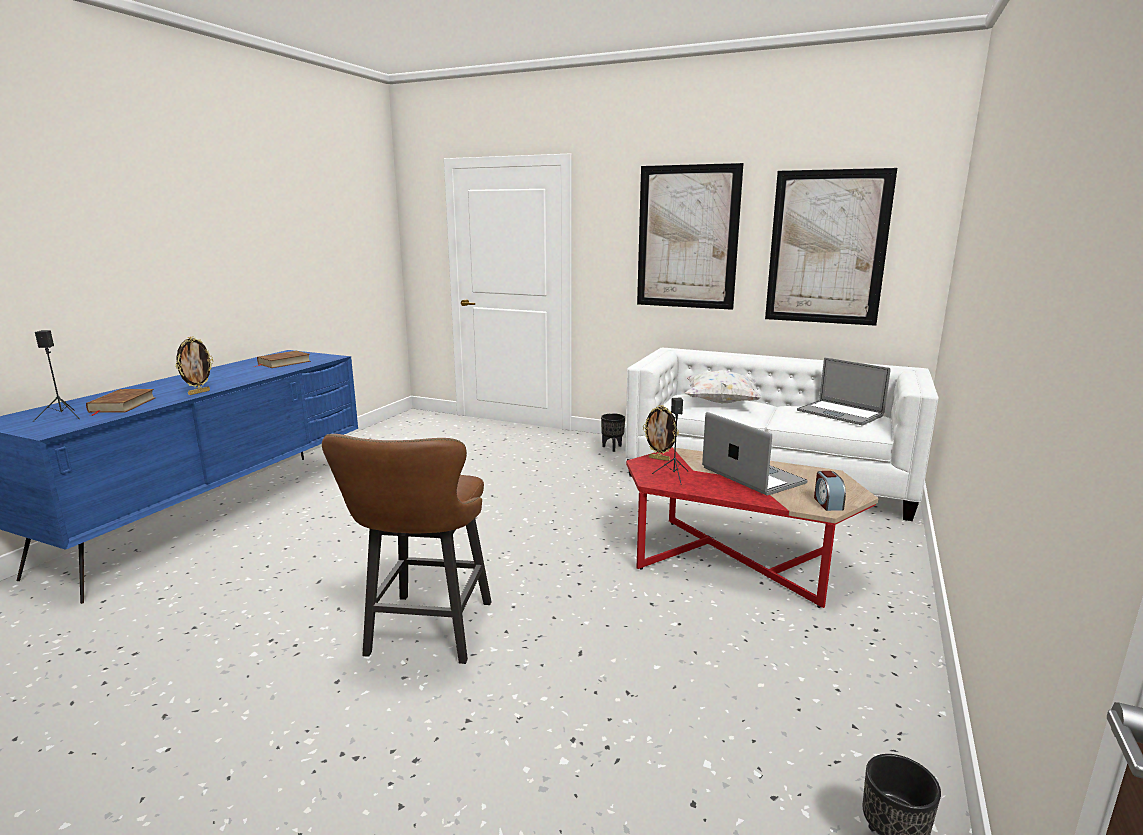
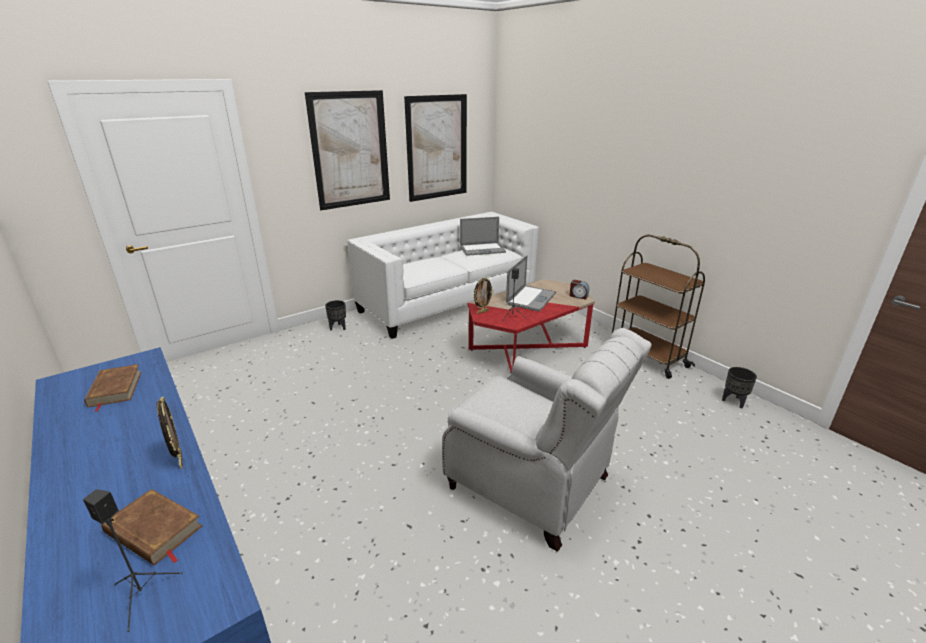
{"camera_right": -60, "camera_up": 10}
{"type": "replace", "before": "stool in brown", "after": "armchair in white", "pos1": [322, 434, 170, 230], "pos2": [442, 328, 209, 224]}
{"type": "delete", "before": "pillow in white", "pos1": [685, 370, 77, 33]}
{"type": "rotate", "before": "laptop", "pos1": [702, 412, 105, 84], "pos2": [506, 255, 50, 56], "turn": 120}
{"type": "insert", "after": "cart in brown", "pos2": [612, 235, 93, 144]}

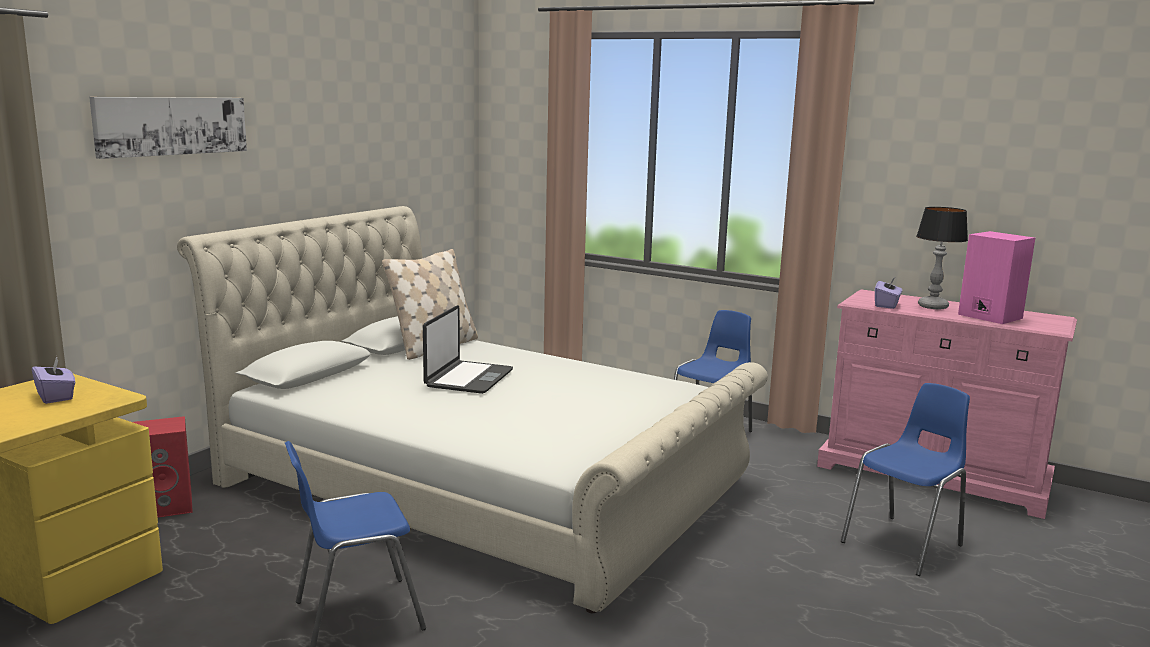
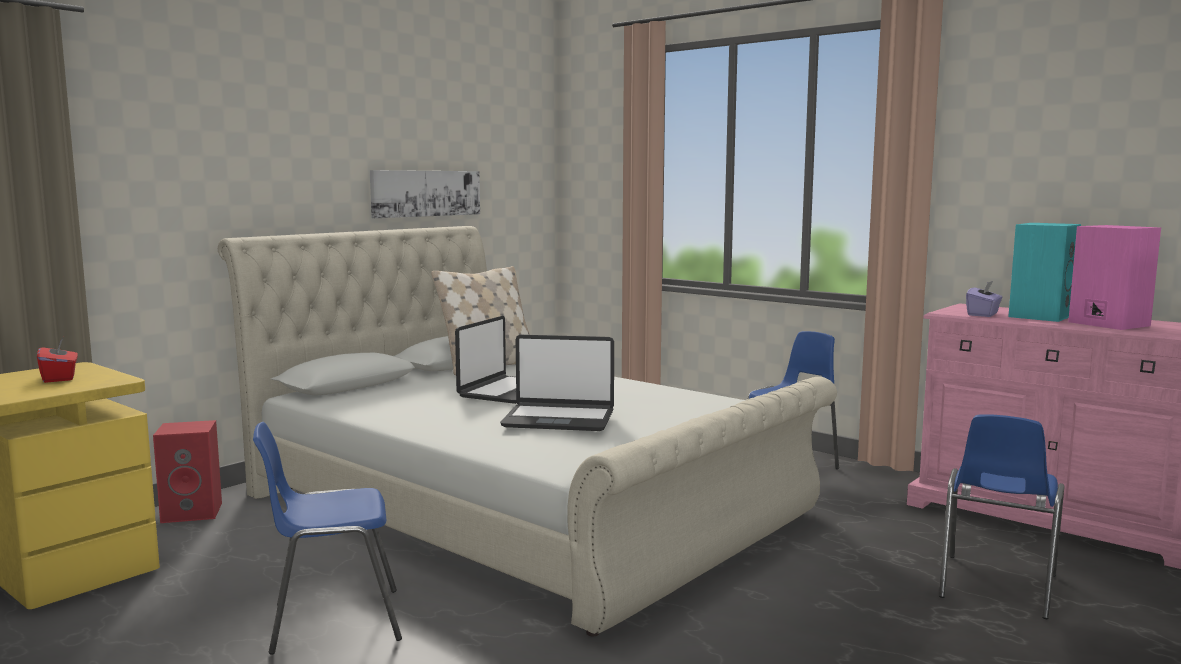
{"camera_right": 10, "camera_up": -5}
{"type": "recolor", "before": "tissue box in purple", "after": "tissue box in red", "pos1": [32, 356, 43, 48], "pos2": [37, 337, 41, 46]}
{"type": "move", "before": "picture", "pos1": [89, 97, 158, 62], "pos2": [370, 170, 110, 48]}
{"type": "rotate", "before": "chair in blue", "pos1": [841, 383, 129, 193], "pos2": [939, 414, 126, 205], "turn": 150}
{"type": "replace", "before": "table lamp", "after": "speaker in turquoise", "pos1": [916, 207, 52, 102], "pos2": [1008, 223, 73, 99]}
{"type": "insert", "after": "laptop", "pos2": [500, 335, 114, 96]}

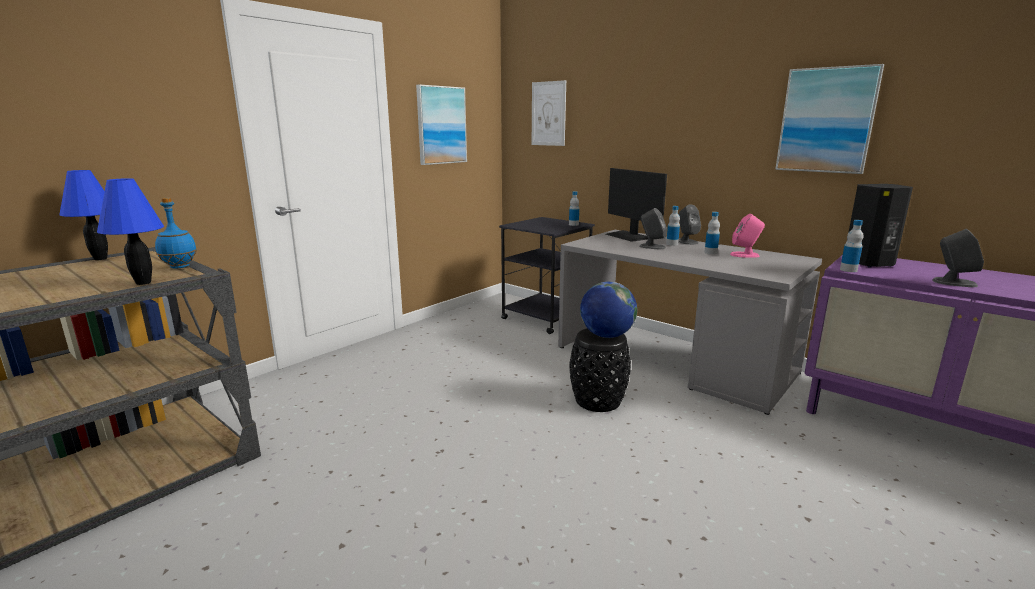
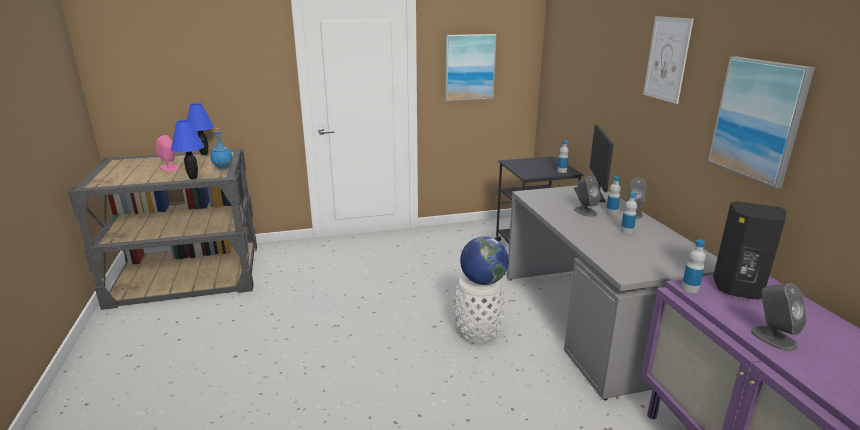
{"camera_right": 35, "camera_up": 5}
{"type": "move", "before": "picture", "pos1": [532, 80, 34, 66], "pos2": [643, 16, 50, 88]}
{"type": "recolor", "before": "stool in black", "after": "stool in white", "pos1": [569, 328, 62, 84], "pos2": [453, 274, 52, 70]}
{"type": "move", "before": "speaker in pink", "pos1": [730, 214, 35, 44], "pos2": [156, 135, 24, 37]}

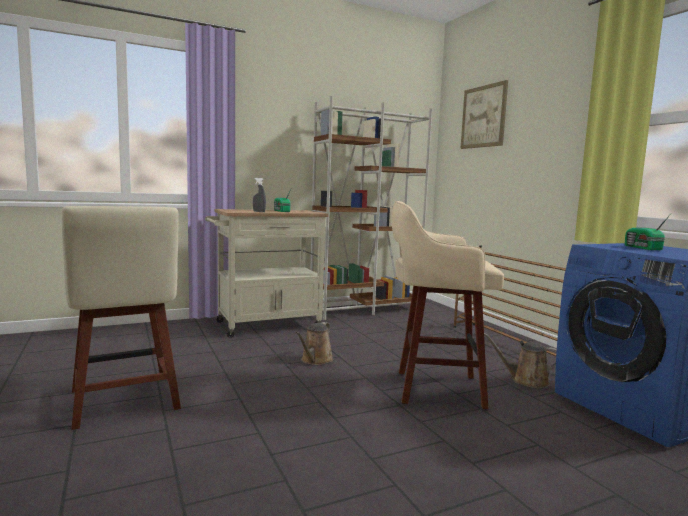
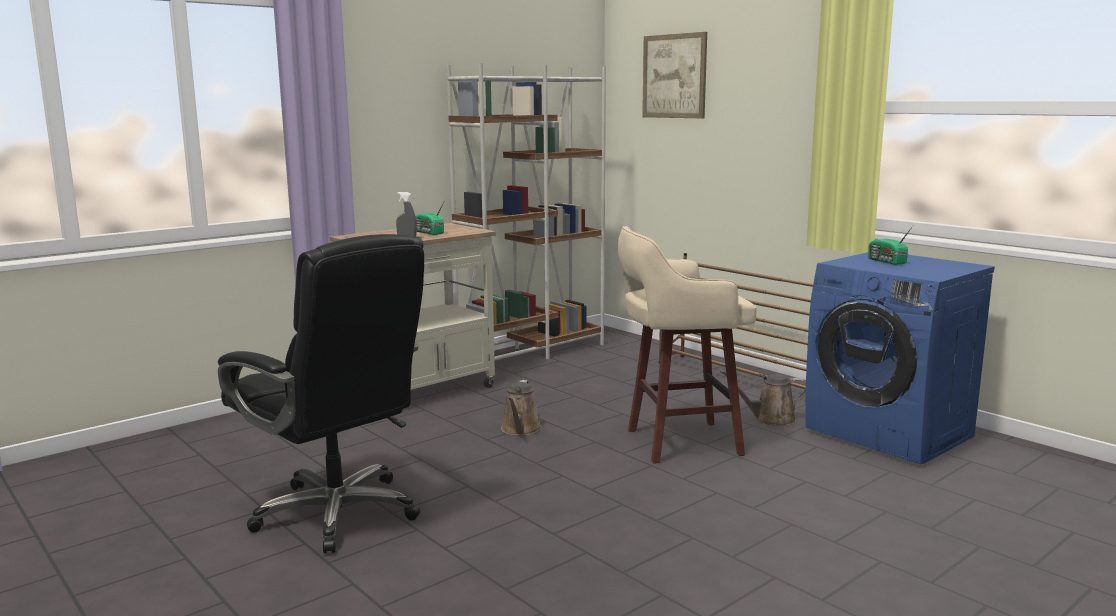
{"camera_right": -15, "camera_up": 5}
{"type": "replace", "before": "stool in beige", "after": "office chair in black", "pos1": [61, 206, 120, 224], "pos2": [218, 234, 206, 319]}

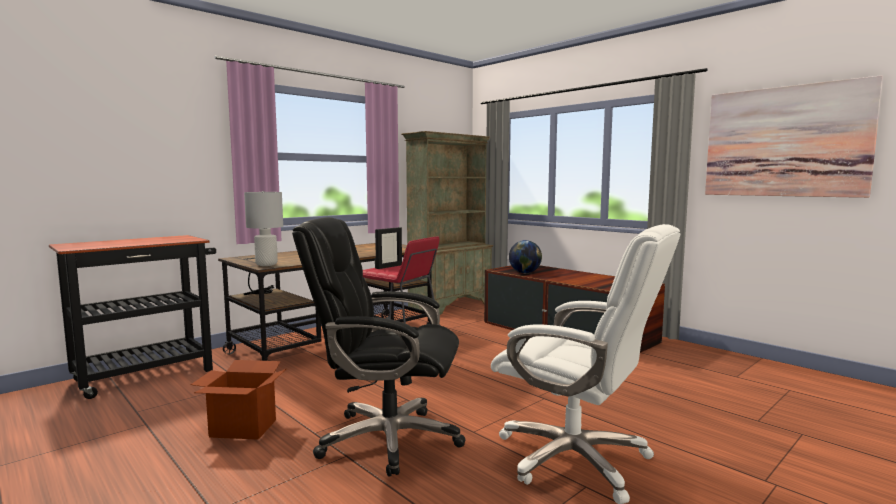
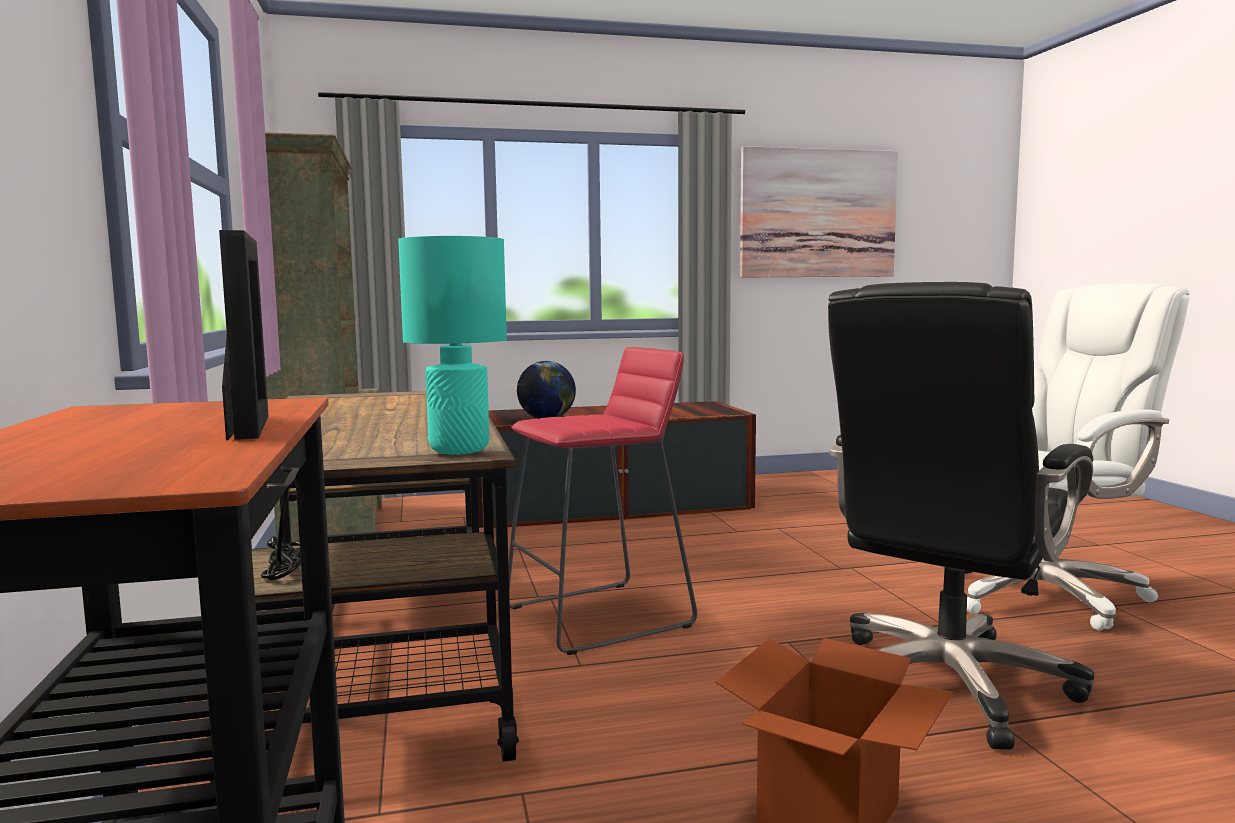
{"camera_right": -60, "camera_up": 0}
{"type": "recolor", "before": "table lamp in grey", "after": "table lamp in turquoise", "pos1": [244, 191, 39, 75], "pos2": [398, 236, 109, 219]}
{"type": "move", "before": "picture frame", "pos1": [375, 227, 27, 42], "pos2": [219, 230, 49, 210]}

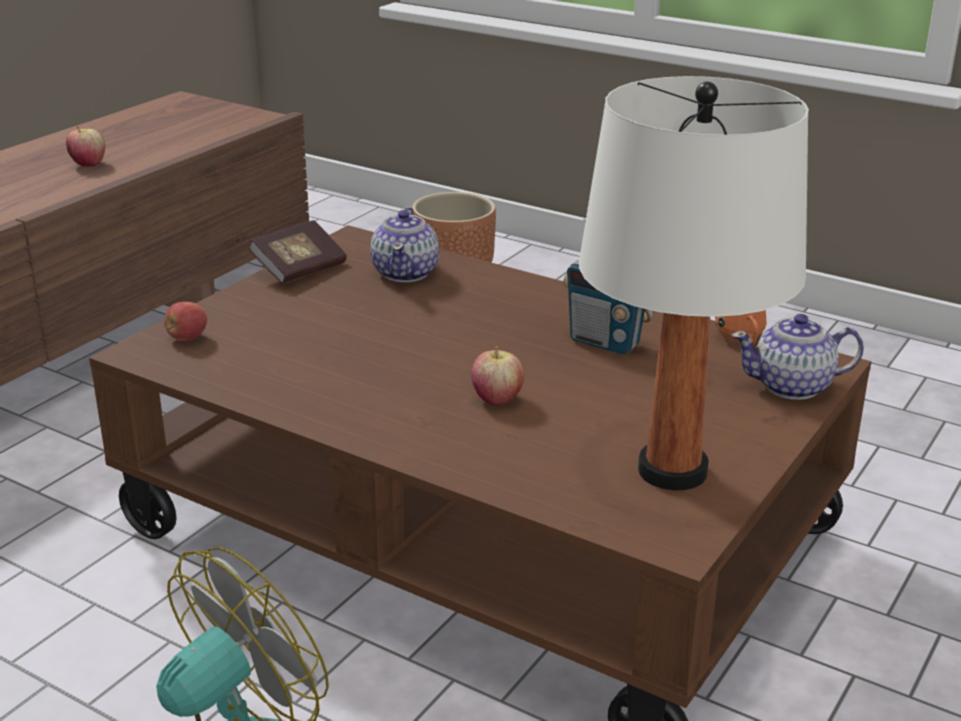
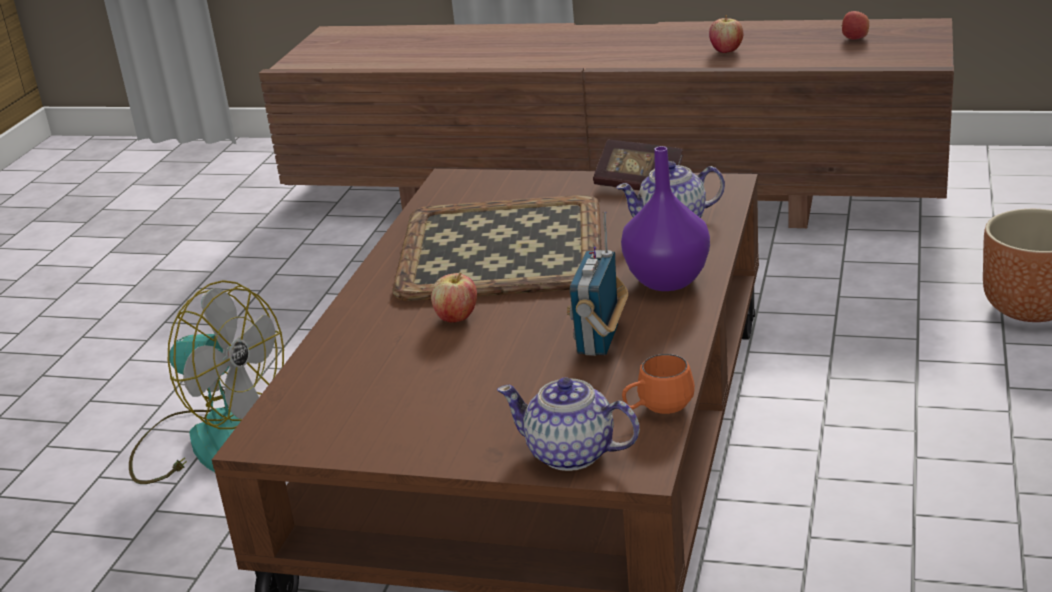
{"camera_right": 75, "camera_up": 0}
{"type": "move", "before": "apple", "pos1": [164, 302, 43, 39], "pos2": [842, 11, 27, 28]}
{"type": "delete", "before": "table lamp in white", "pos1": [579, 76, 230, 414]}
{"type": "rotate", "before": "teapot", "pos1": [731, 314, 133, 86], "pos2": [497, 377, 143, 94], "turn": -45}
{"type": "insert", "after": "tray", "pos2": [392, 195, 210, 106]}
{"type": "insert", "after": "vase in purple", "pos2": [621, 146, 89, 145]}

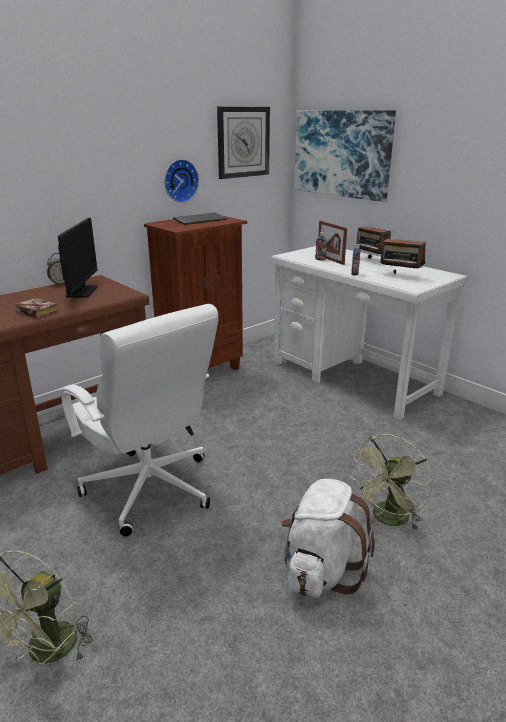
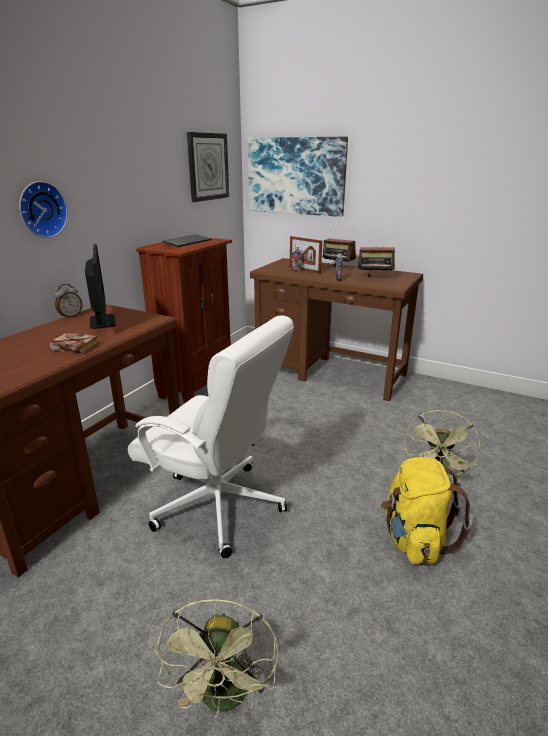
{"camera_right": -20, "camera_up": 0}
{"type": "move", "before": "wall clock", "pos1": [164, 159, 35, 44], "pos2": [19, 181, 49, 57]}
{"type": "recolor", "before": "desk in white", "after": "desk in brown", "pos1": [271, 246, 197, 175], "pos2": [250, 258, 173, 143]}
{"type": "recolor", "before": "backpack in white", "after": "backpack in yellow", "pos1": [281, 479, 94, 119], "pos2": [381, 457, 91, 108]}

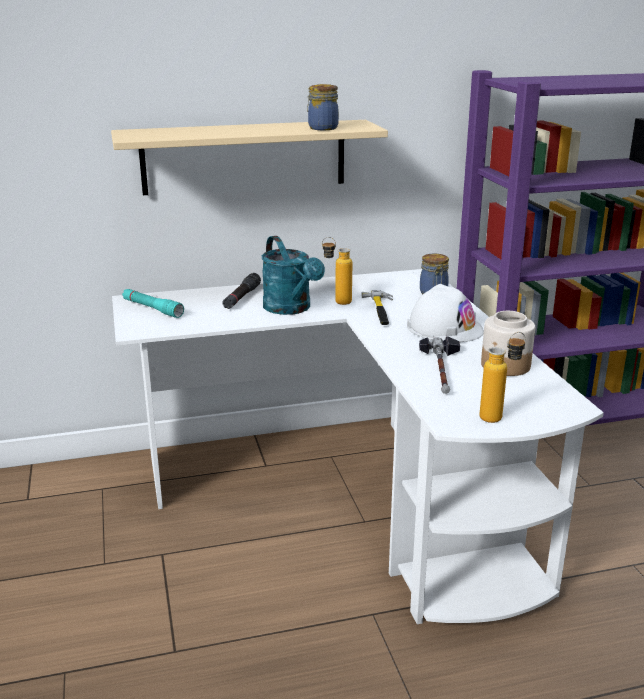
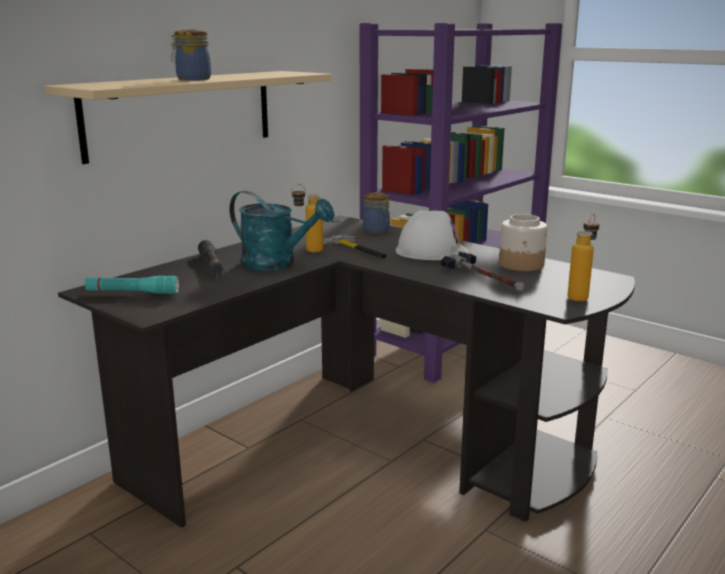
{"camera_right": -35, "camera_up": -5}
{"type": "recolor", "before": "desk in white", "after": "desk in black", "pos1": [112, 269, 492, 355], "pos2": [58, 215, 577, 313]}
{"type": "move", "before": "jar", "pos1": [307, 84, 32, 46], "pos2": [171, 30, 40, 51]}

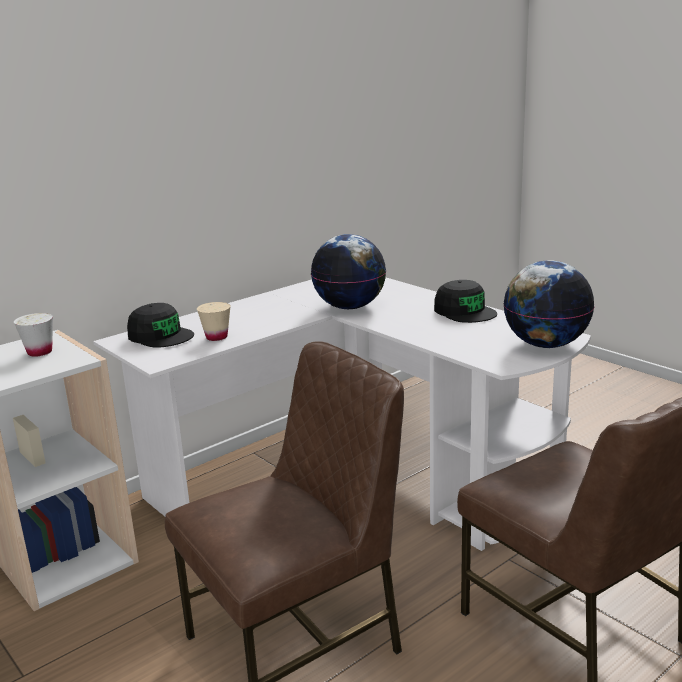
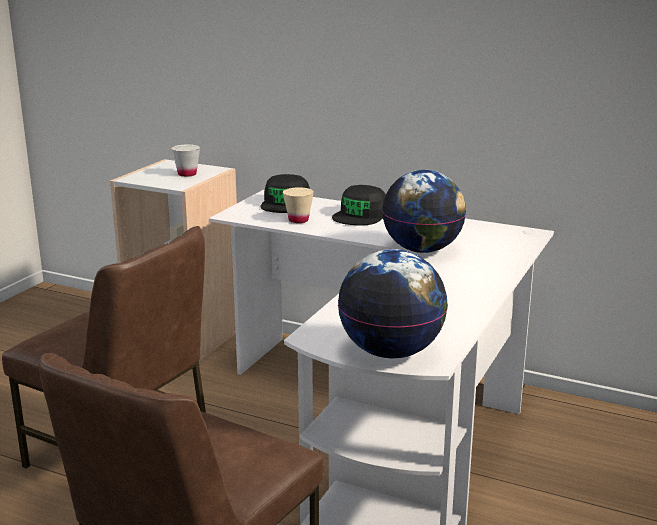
{"camera_right": 65, "camera_up": 0}
{"type": "move", "before": "cap in black", "pos1": [434, 280, 63, 43], "pos2": [332, 185, 54, 40]}

